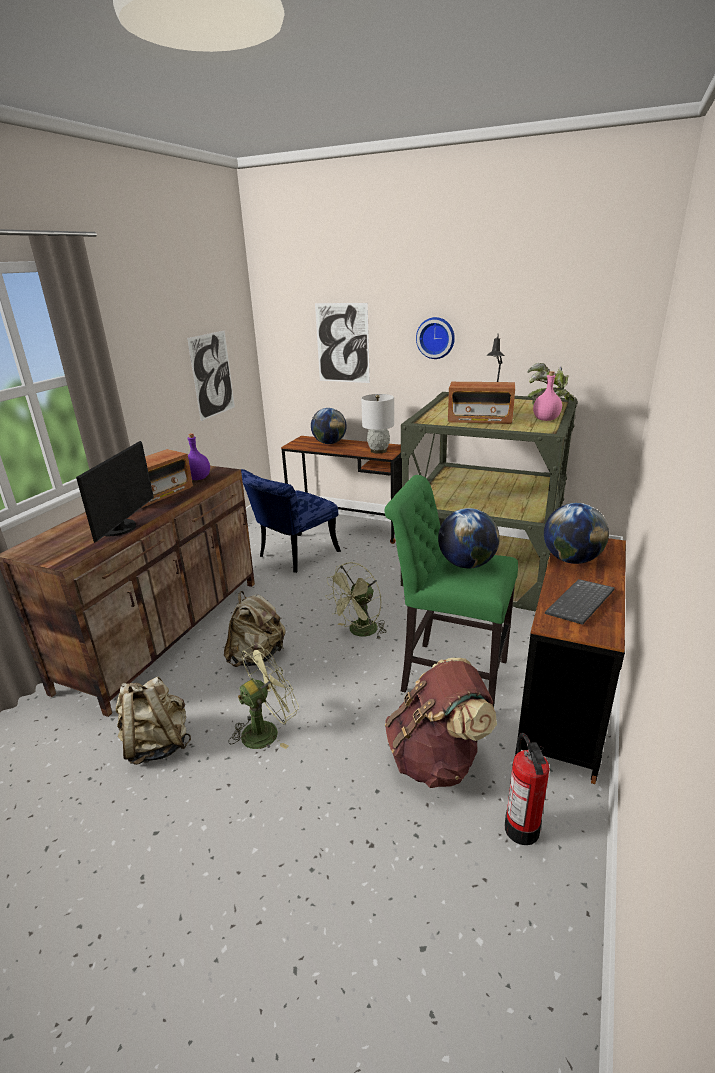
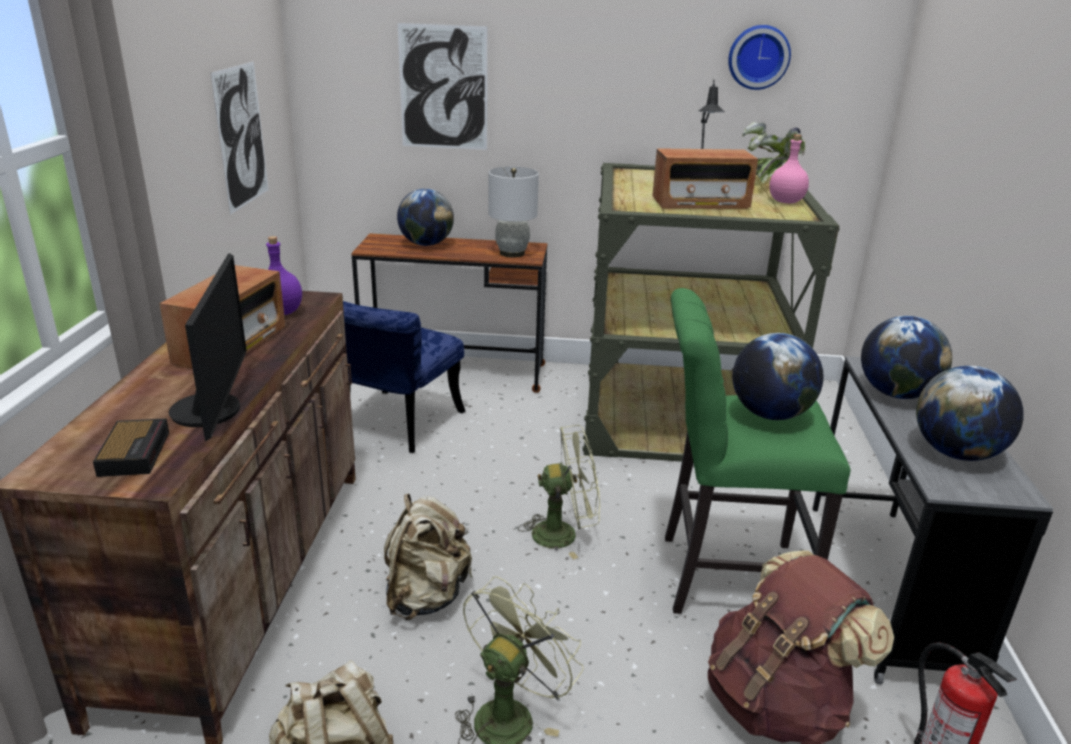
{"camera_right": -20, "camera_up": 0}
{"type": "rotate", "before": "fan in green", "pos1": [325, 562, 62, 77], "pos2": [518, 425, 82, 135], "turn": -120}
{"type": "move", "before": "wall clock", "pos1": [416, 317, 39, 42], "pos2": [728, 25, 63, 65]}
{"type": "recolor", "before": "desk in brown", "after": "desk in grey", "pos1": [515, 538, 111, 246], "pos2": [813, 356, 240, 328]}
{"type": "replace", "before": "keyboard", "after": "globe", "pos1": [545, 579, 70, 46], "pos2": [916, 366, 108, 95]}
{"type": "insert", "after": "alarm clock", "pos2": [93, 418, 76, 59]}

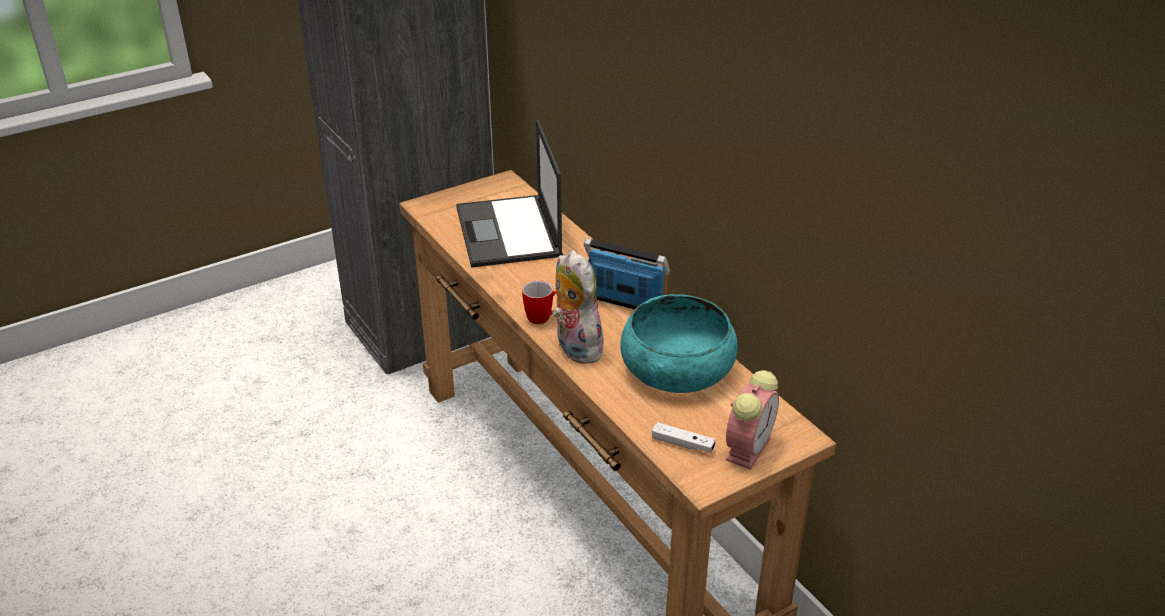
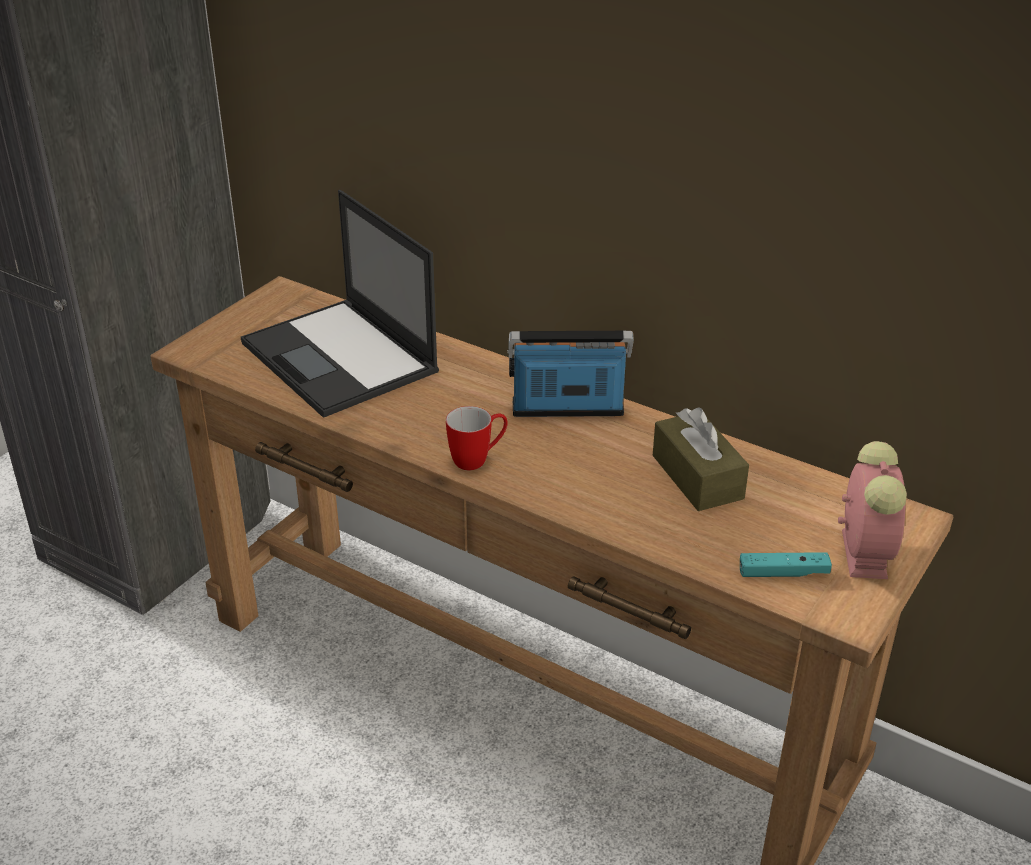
{"camera_right": -25, "camera_up": 0}
{"type": "delete", "before": "plush toy", "pos1": [552, 250, 54, 114]}
{"type": "replace", "before": "bowl in turquoise", "after": "tissue box in brown", "pos1": [620, 294, 118, 99], "pos2": [653, 407, 96, 104]}
{"type": "recolor", "before": "game controller in white", "after": "game controller in turquoise", "pos1": [652, 422, 63, 31], "pos2": [740, 552, 92, 25]}

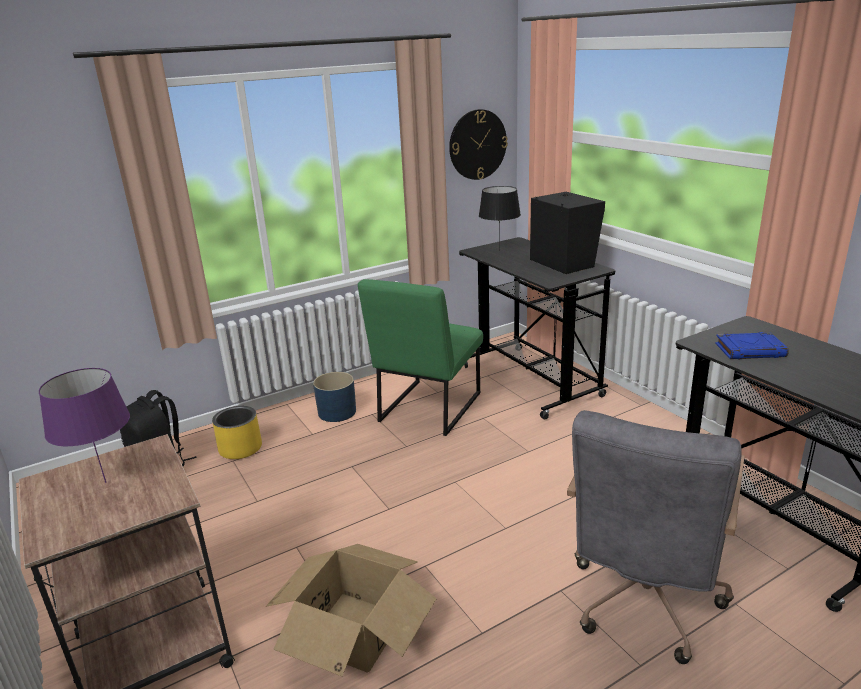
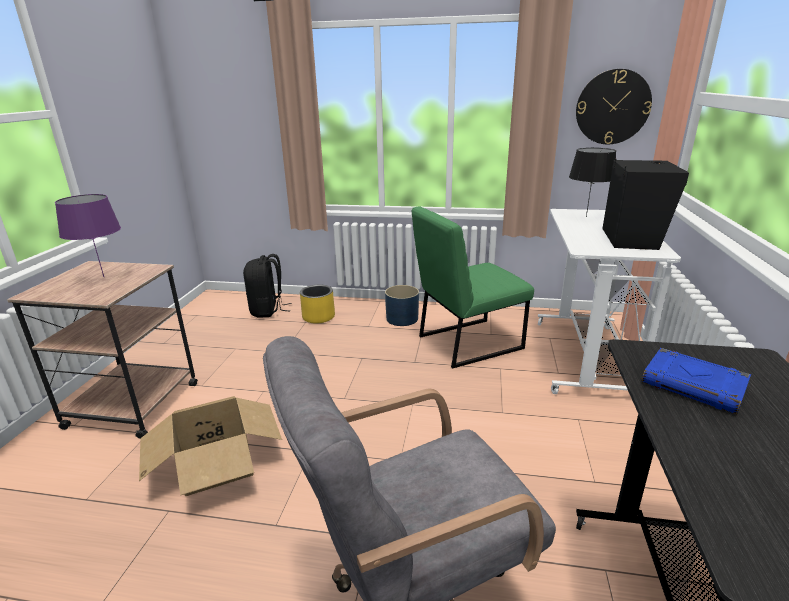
{"camera_right": 40, "camera_up": 0}
{"type": "recolor", "before": "desk in black", "after": "desk in white", "pos1": [459, 237, 156, 182], "pos2": [538, 209, 143, 185]}

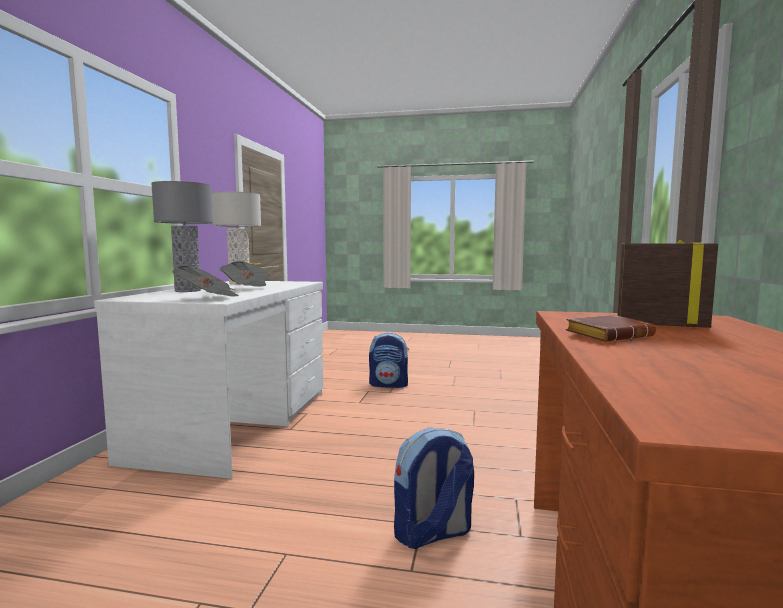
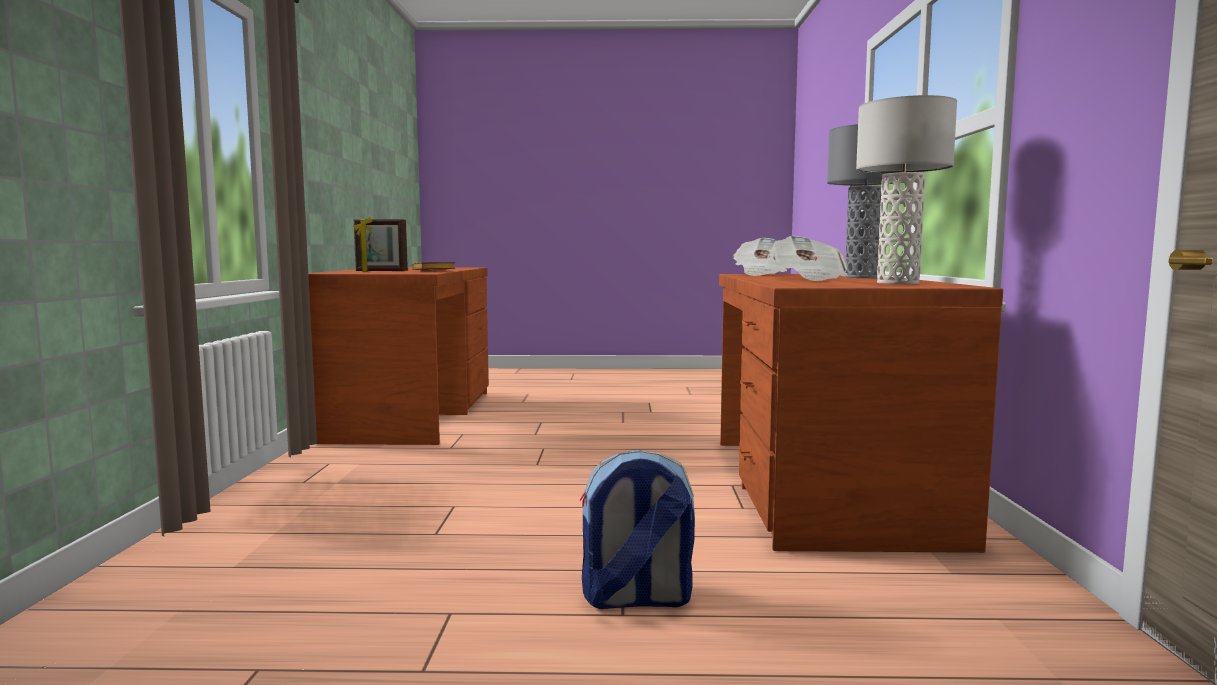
{"camera_right": 170, "camera_up": 0}
{"type": "recolor", "before": "desk in white", "after": "desk in brown", "pos1": [94, 281, 229, 198], "pos2": [719, 274, 284, 279]}
{"type": "delete", "before": "backpack", "pos1": [394, 428, 80, 121]}

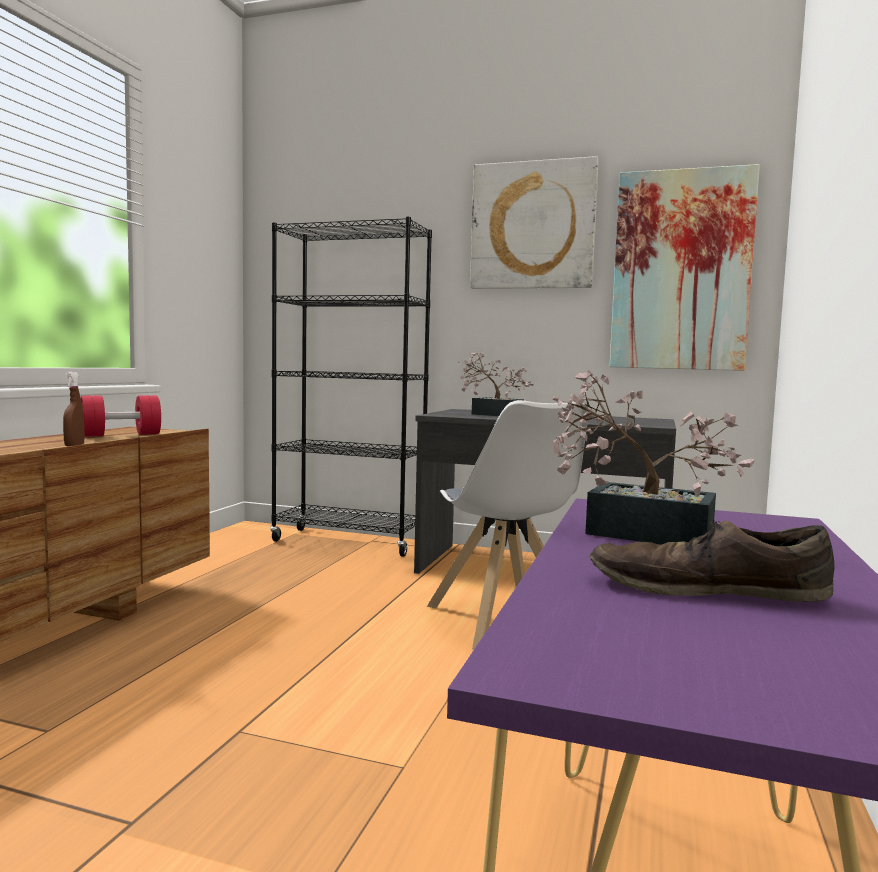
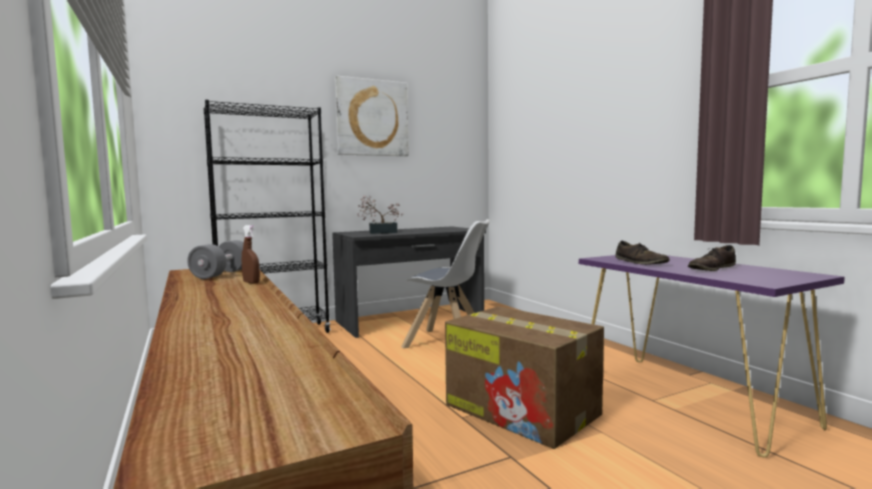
{"camera_right": -45, "camera_up": 0}
{"type": "recolor", "before": "dumbbell in red", "after": "dumbbell in grey", "pos1": [81, 395, 80, 42], "pos2": [187, 240, 57, 39]}
{"type": "replace", "before": "potted plant", "after": "shoe in brown", "pos1": [553, 370, 201, 175], "pos2": [615, 241, 55, 24]}
{"type": "delete", "before": "picture", "pos1": [610, 164, 150, 207]}
{"type": "insert", "after": "cardboard box", "pos2": [445, 306, 159, 143]}

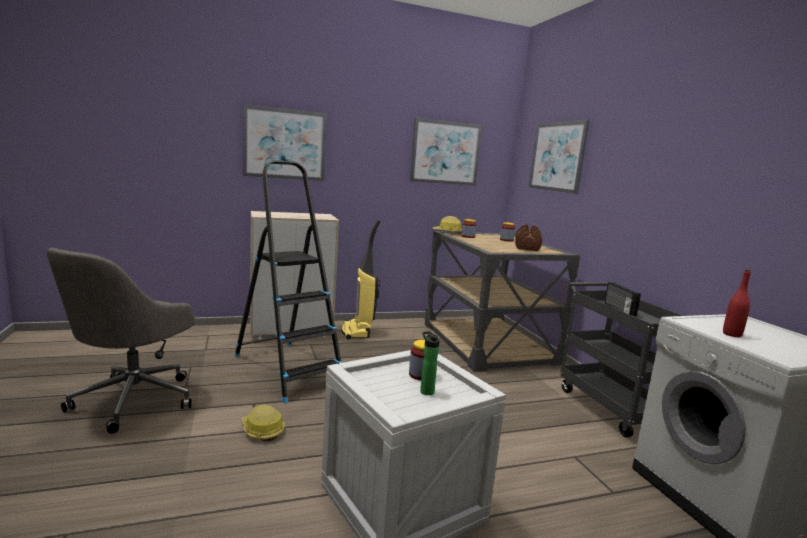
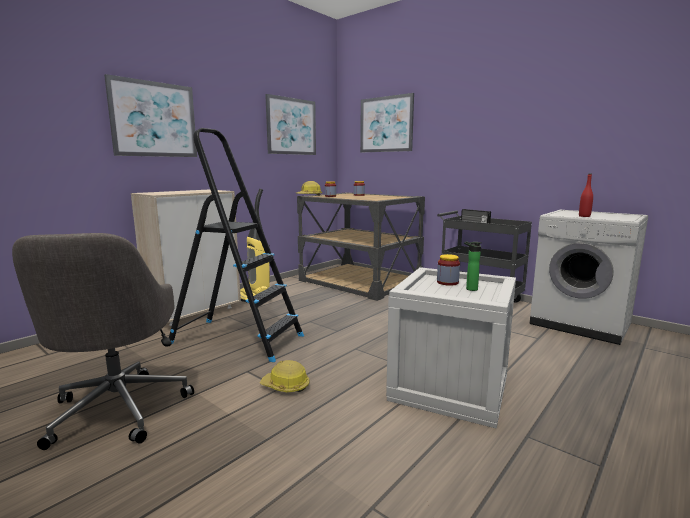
{"camera_right": -30, "camera_up": 0}
{"type": "delete", "before": "dumbbell in brown", "pos1": [515, 224, 28, 27]}

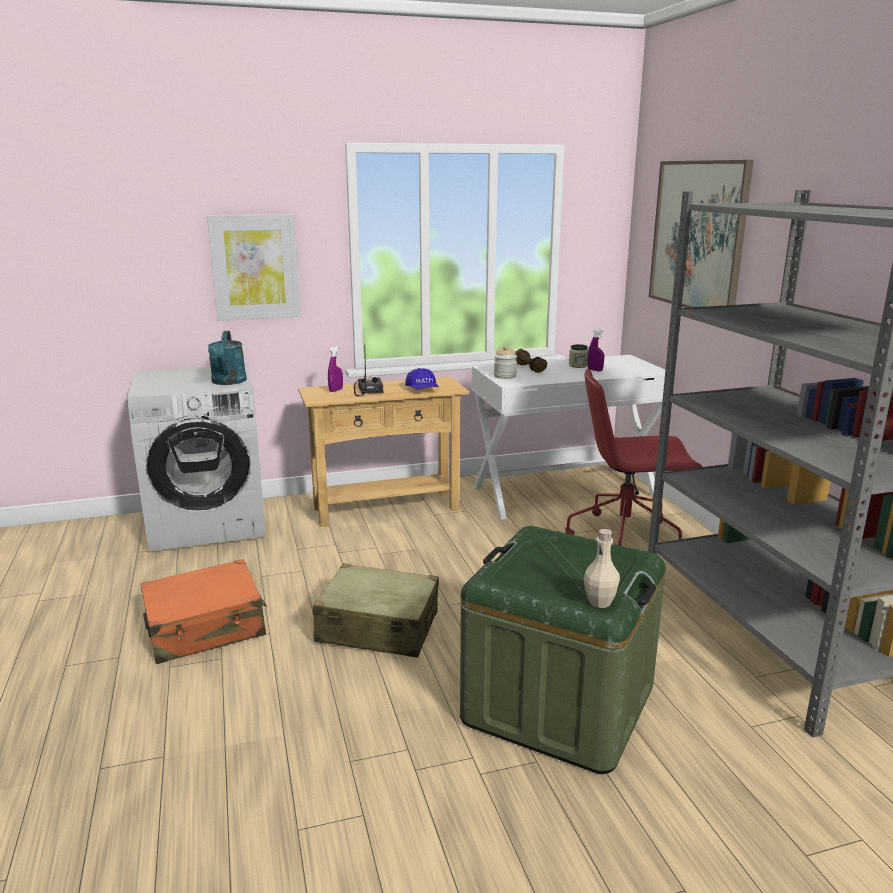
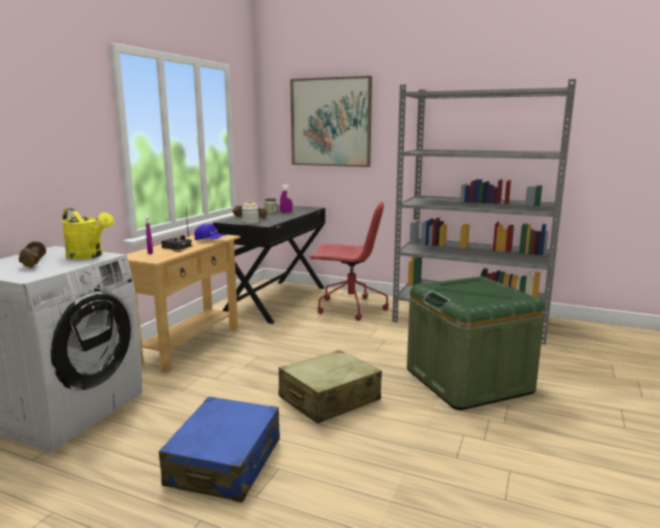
{"camera_right": -50, "camera_up": -5}
{"type": "recolor", "before": "suitcase in orange", "after": "suitcase in blue", "pos1": [141, 559, 126, 105], "pos2": [159, 397, 121, 105]}
{"type": "delete", "before": "picture", "pos1": [207, 214, 93, 107]}
{"type": "recolor", "before": "watering can in turquoise", "after": "watering can in yellow", "pos1": [208, 331, 39, 54], "pos2": [62, 208, 52, 51]}
{"type": "recolor", "before": "desk in white", "after": "desk in black", "pos1": [472, 355, 197, 165], "pos2": [213, 205, 112, 119]}
{"type": "rotate", "before": "office chair in red", "pos1": [565, 368, 137, 178], "pos2": [309, 201, 80, 120], "turn": -120}
{"type": "delete", "before": "bottle in beige", "pos1": [584, 529, 36, 79]}
{"type": "insert", "after": "dumbbell in brown", "pos2": [19, 241, 27, 27]}

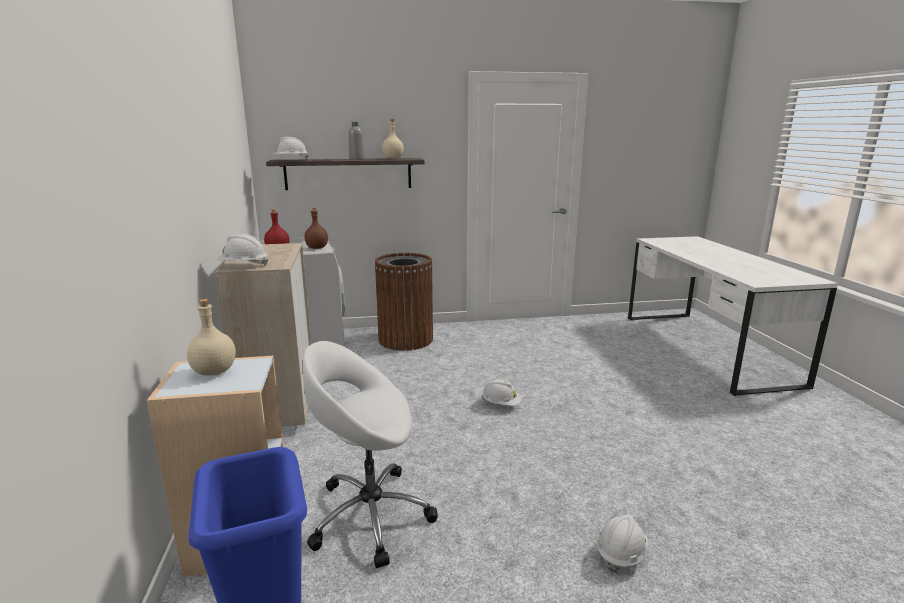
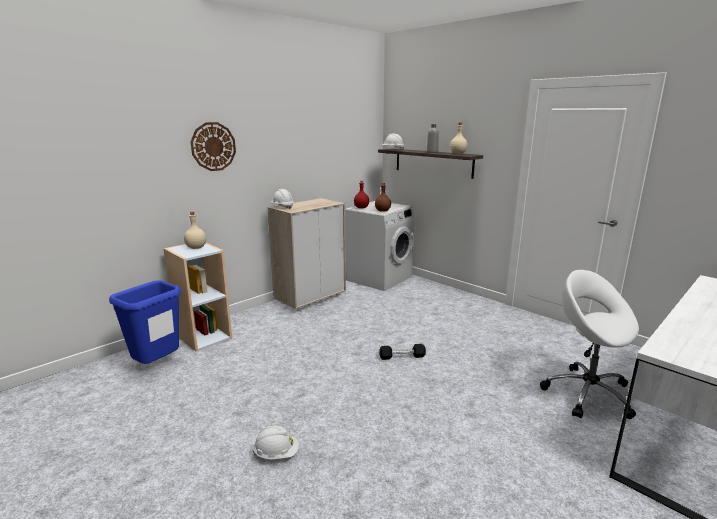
{"camera_right": 55, "camera_up": 0}
{"type": "move", "before": "office chair in white", "pos1": [303, 341, 135, 227], "pos2": [540, 270, 99, 149]}
{"type": "delete", "before": "trash can in brown", "pos1": [375, 253, 58, 98]}
{"type": "replace", "before": "hard hat in white", "after": "dumbbell in black", "pos1": [482, 378, 39, 28], "pos2": [379, 344, 47, 16]}
{"type": "insert", "after": "wall clock", "pos2": [191, 122, 45, 49]}

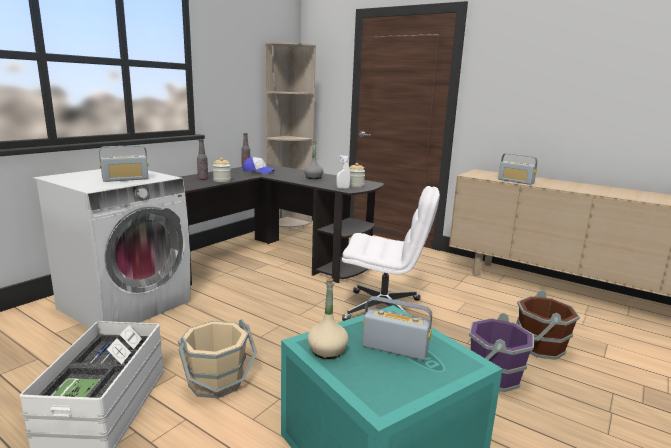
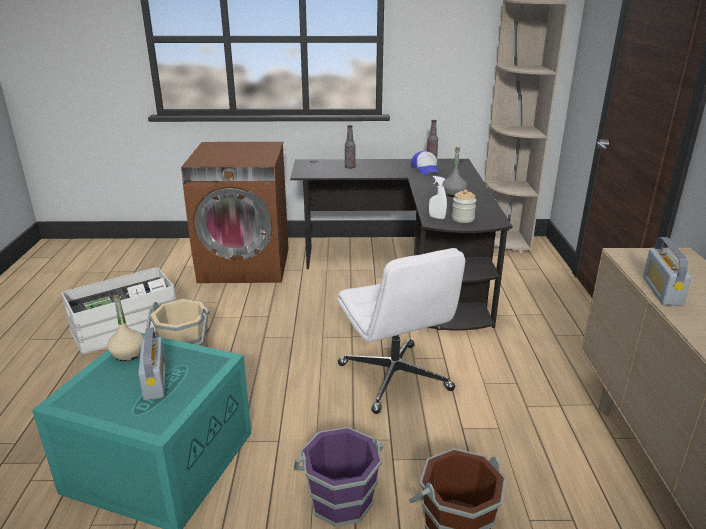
{"camera_right": 55, "camera_up": 10}
{"type": "recolor", "before": "washing machine in white", "after": "washing machine in brown", "pos1": [33, 169, 158, 159], "pos2": [181, 142, 108, 141]}
{"type": "delete", "before": "radio", "pos1": [99, 145, 49, 37]}
{"type": "delete", "before": "jar", "pos1": [213, 158, 18, 24]}

